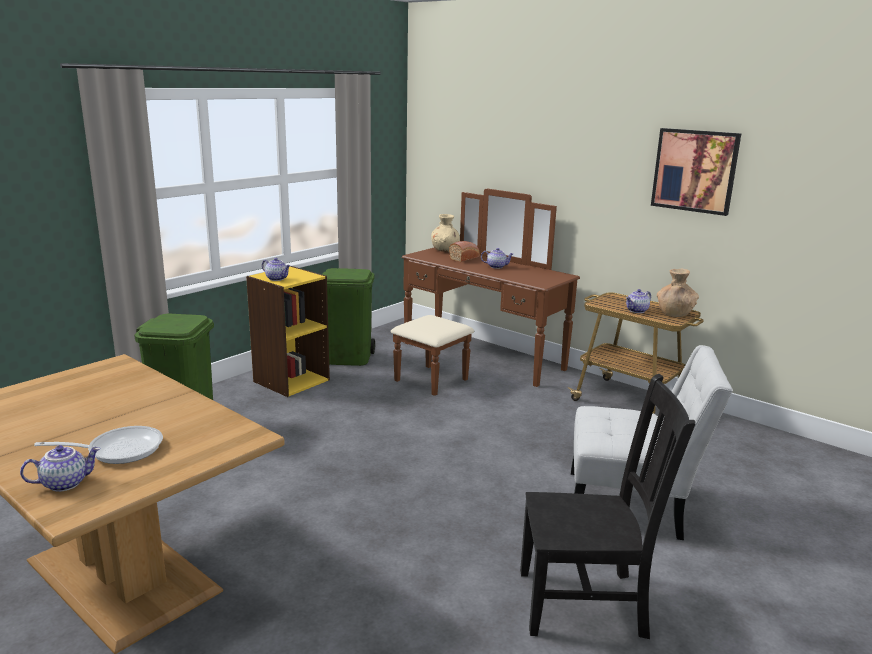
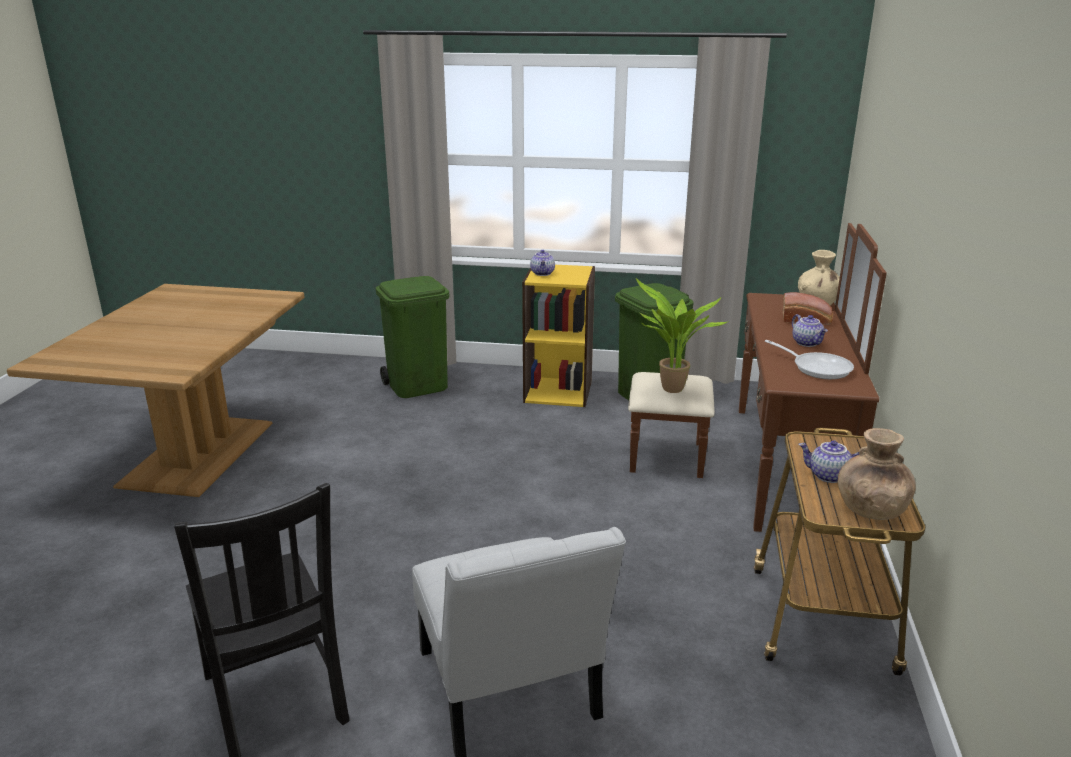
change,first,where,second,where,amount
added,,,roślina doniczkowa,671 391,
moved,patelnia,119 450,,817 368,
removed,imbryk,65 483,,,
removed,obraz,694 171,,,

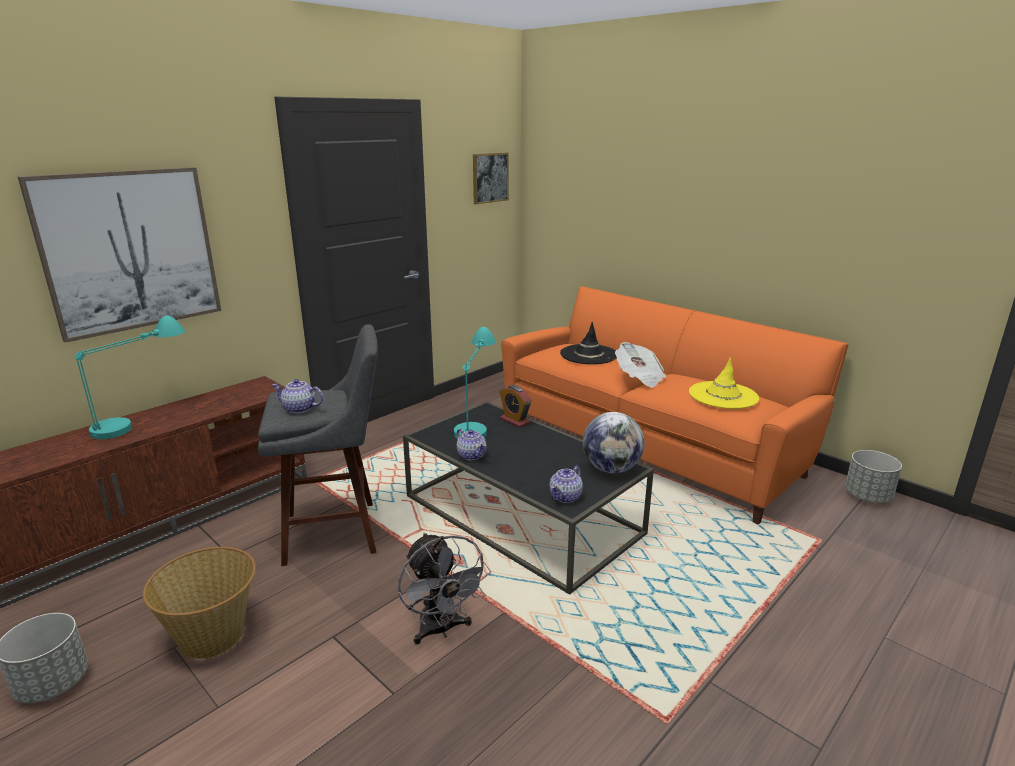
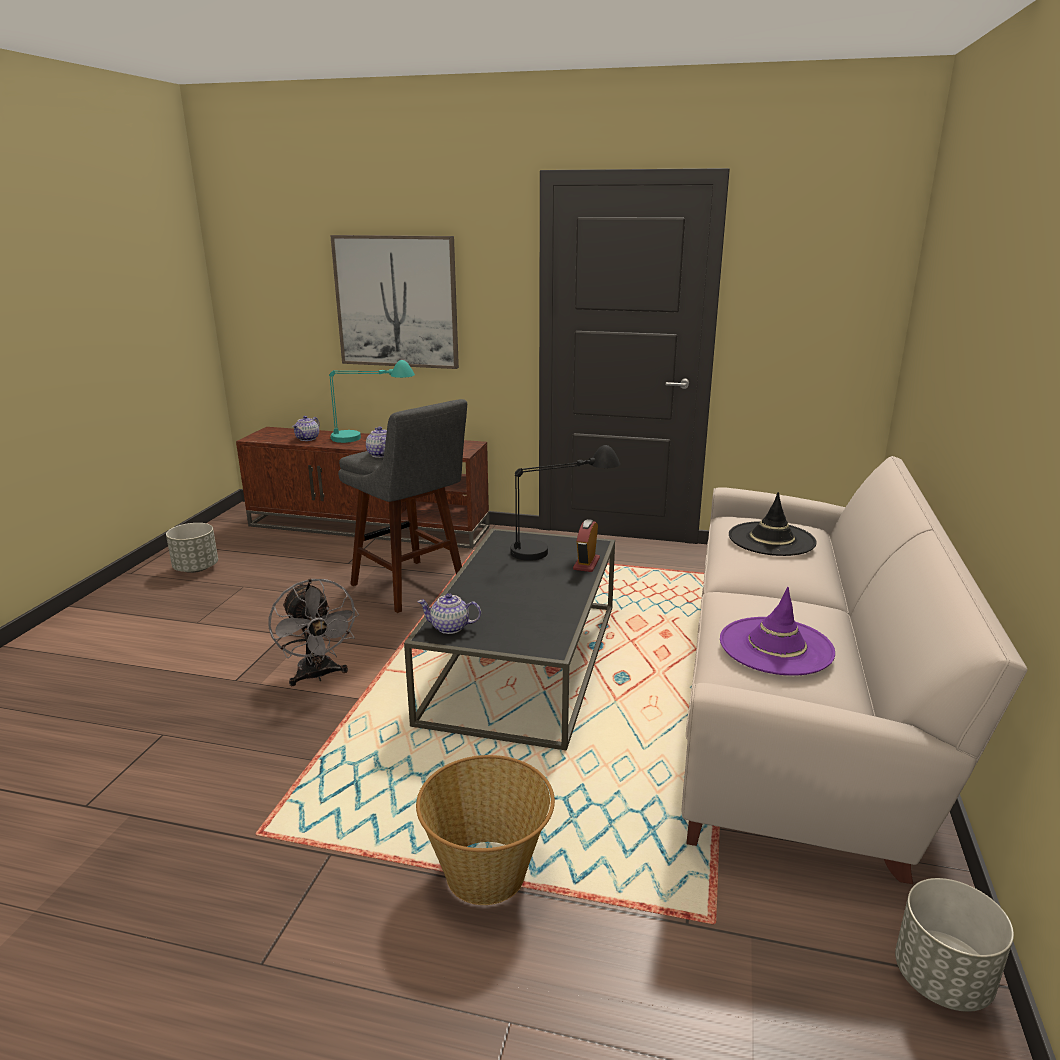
change,first,where,second,where,amount
turned,wentylator [szary],441 630,,318 676,60 degrees counterclockwise
moved,imbryk,471 455,,308 438,
moved,koszyk,213 635,,487 873,
recoloured,lampa stołowa [turkusowy],476 421,lampa stołowa [czarny],560 547,
recoloured,kanapa [pomarańczowy],651 444,kanapa [beżowy],796 705,
recoloured,kapelusz [żółty],723 395,kapelusz [fioletowy],776 646,
removed,obraz,490 178,,,
removed,globus,611 469,,,
removed,gazeta,639 377,,,

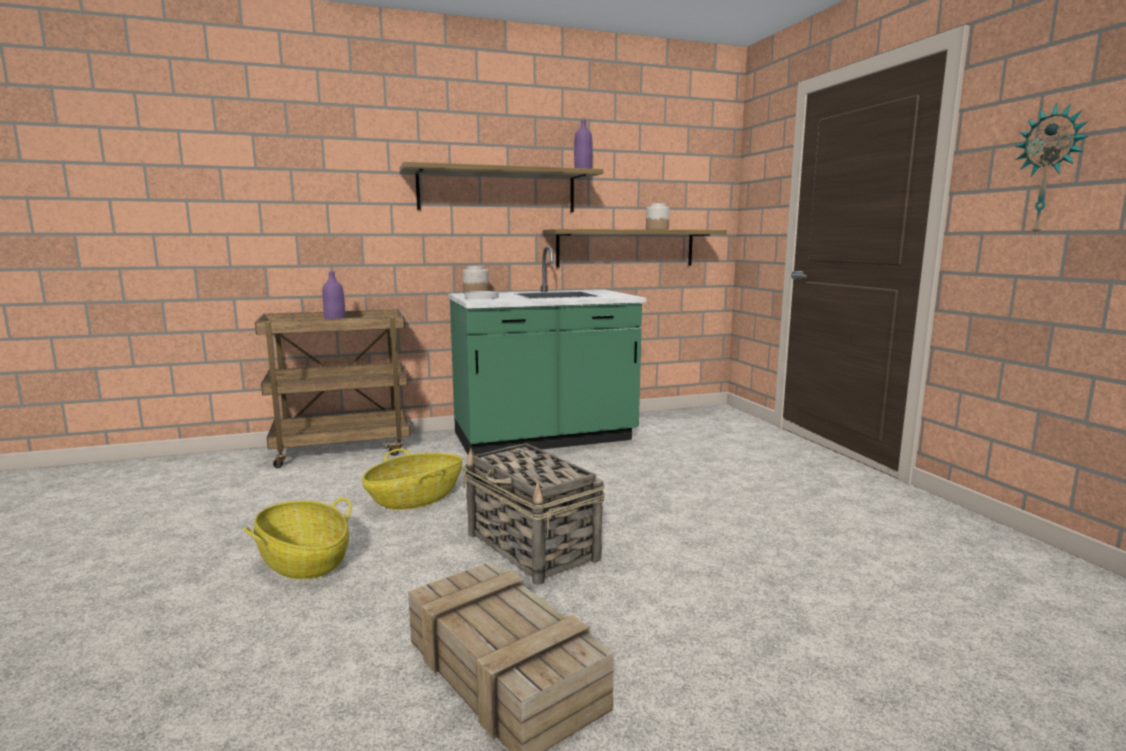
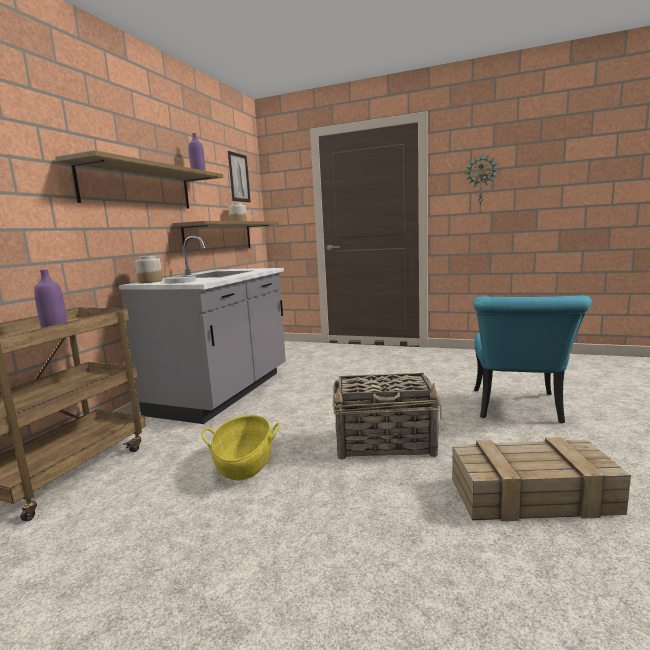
change,first,where,second,where,amount
recoloured,zabudowa kuchenna [zielony],544 438,zabudowa kuchenna [szary],223 392,
added,,,obraz,239 177,
added,,,krzesło [turkusowy],518 410,
removed,koszyk,304 561,,,

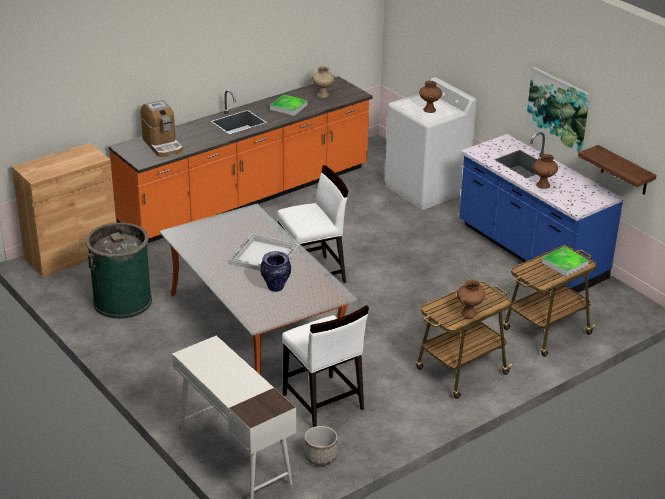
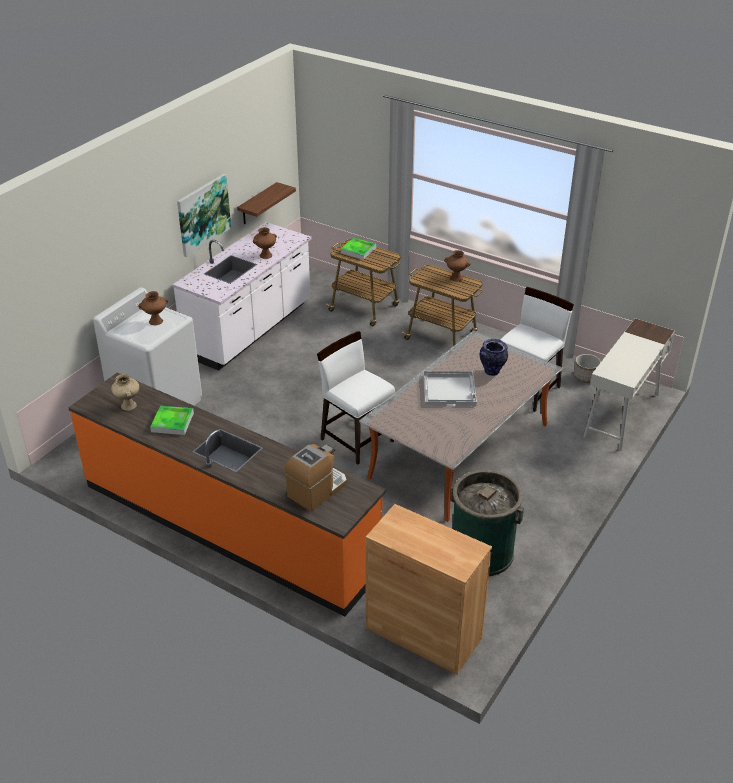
change,first,where,second,where,amount
recoloured,zabudowa kuchenna [niebieski],530 252,zabudowa kuchenna [biały],250 330,

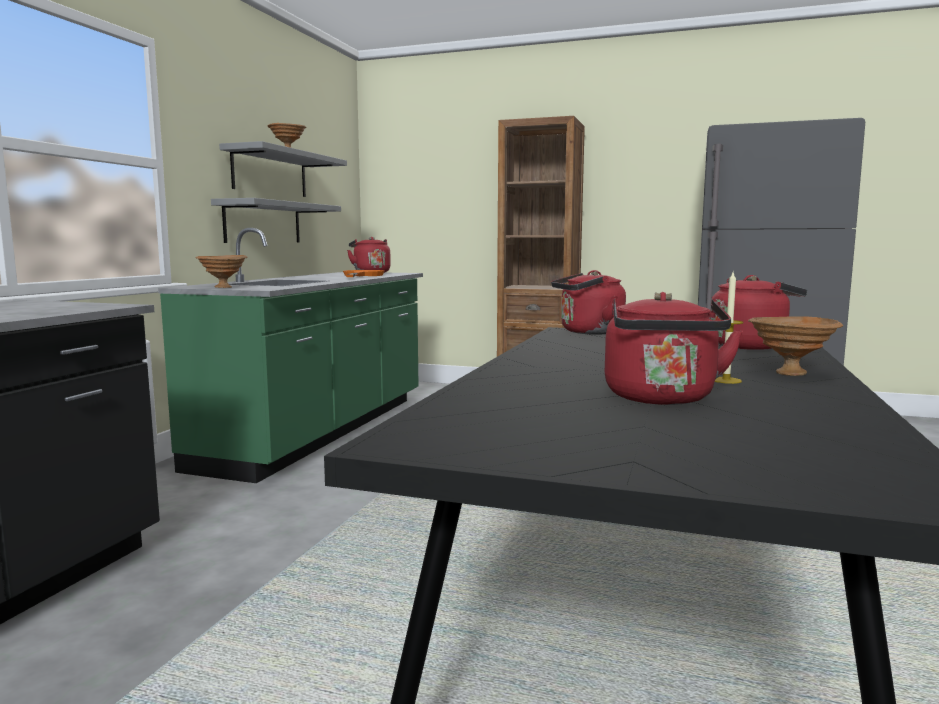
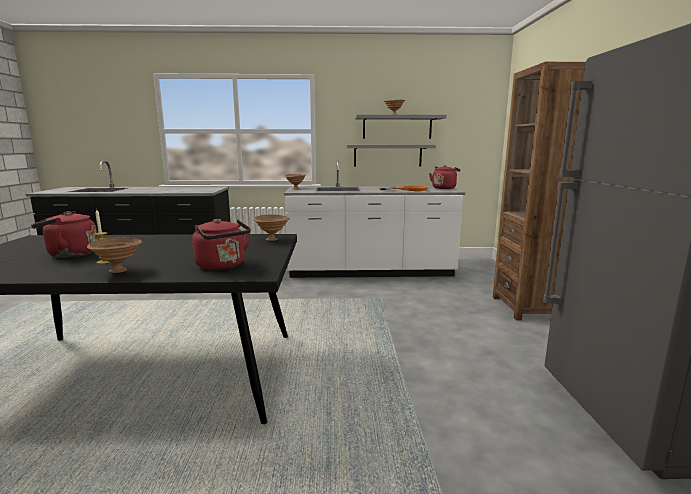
change,first,where,second,where,amount
replaced,czajnik [czerwony],588 332,miska [brązowy],272 239,
recoloured,zabudowa kuchenna [zielony],321 431,zabudowa kuchenna [biały],370 272,

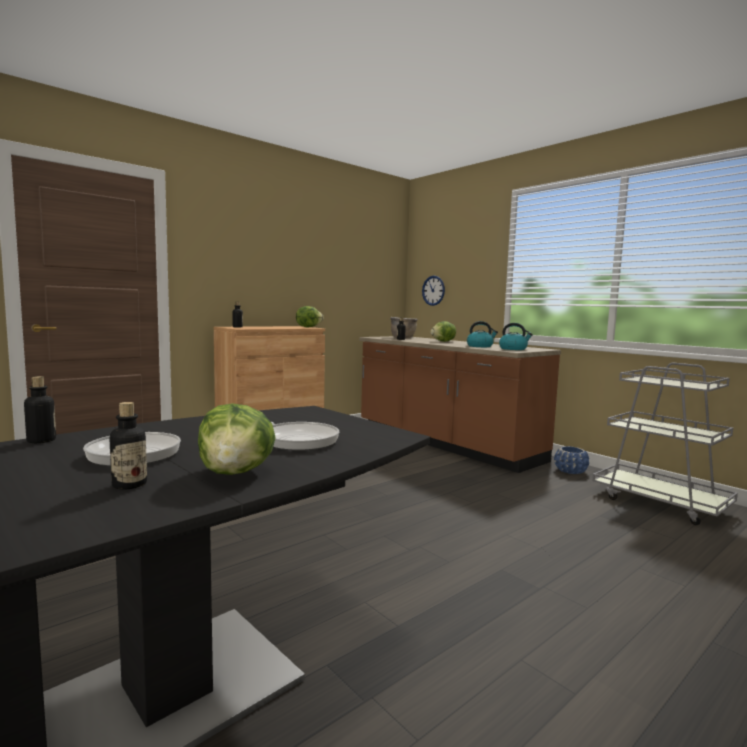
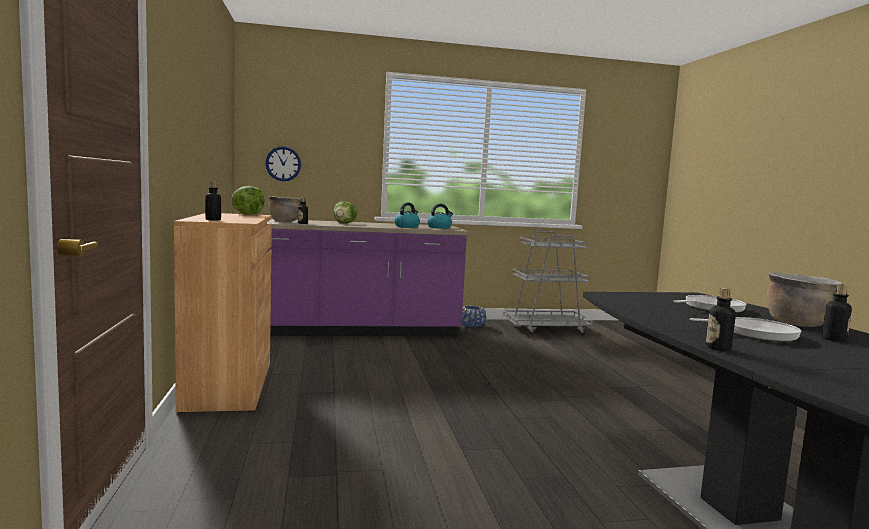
change,first,where,second,where,amount
recoloured,zabudowa kuchenna [brązowy],444 443,zabudowa kuchenna [fioletowy],353 330,
replaced,sałata,236 472,garnek [brązowy],797 323,

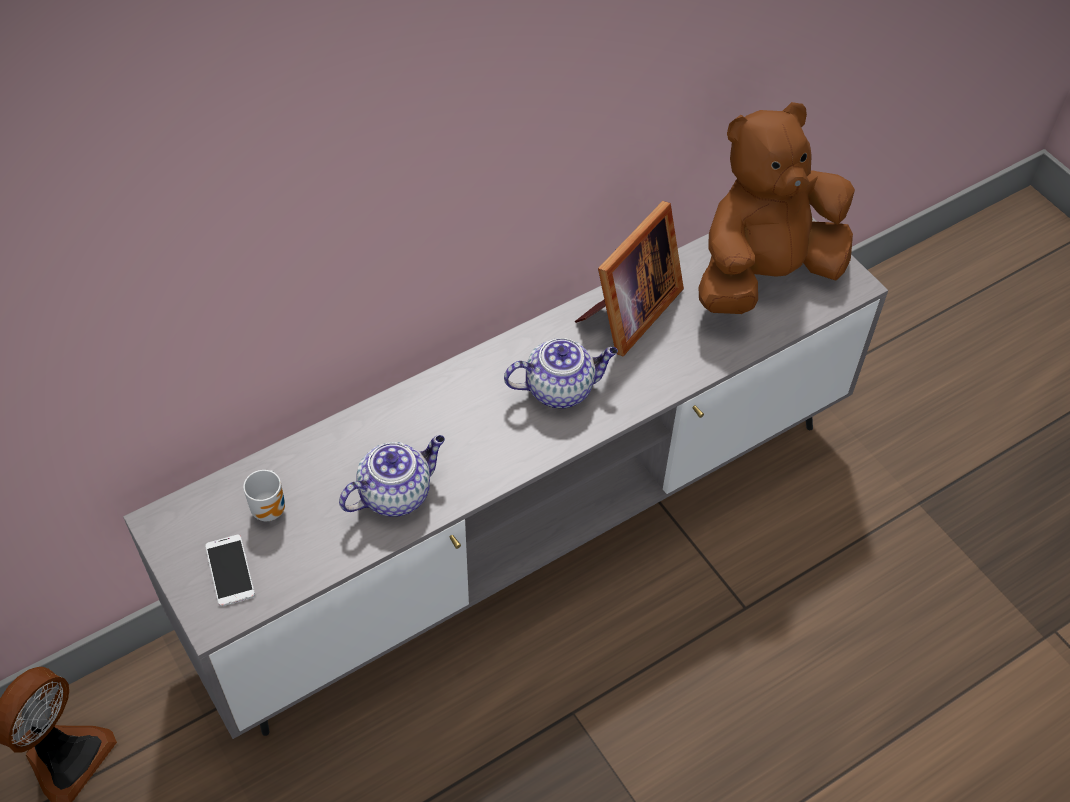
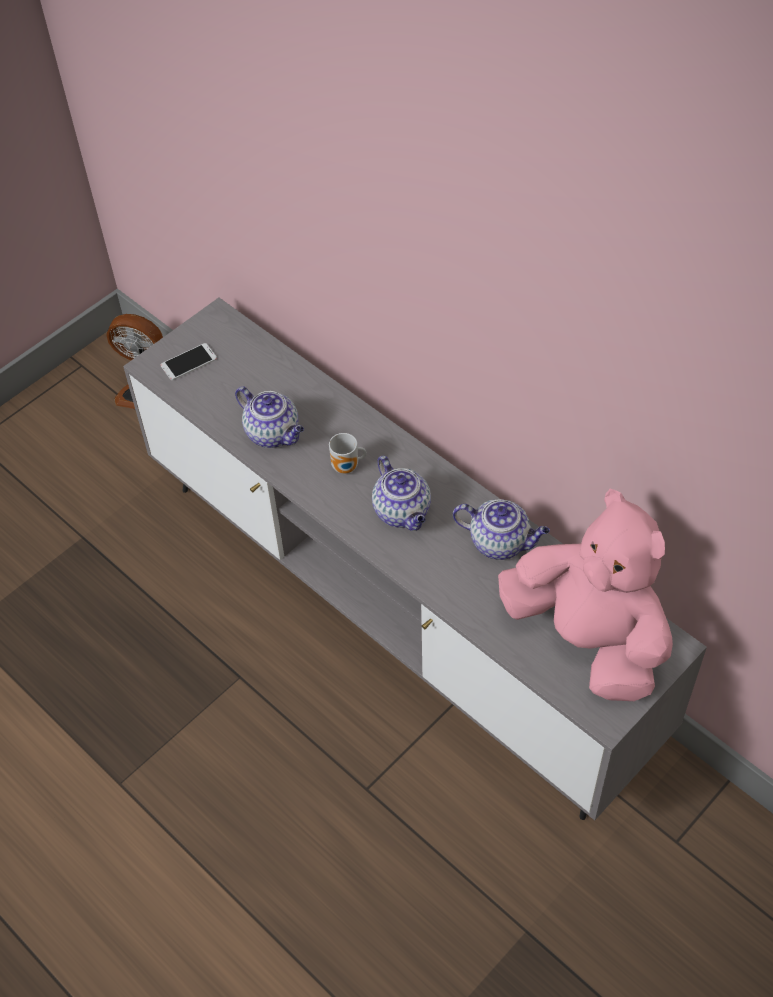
change,first,where,second,where,amount
moved,kubek,271 509,,347 467,
replaced,ramka na zdjęcie,627 313,imbryk,500 542,
recoloured,pluszak [brązowy],763 275,pluszak [różowy],588 639,

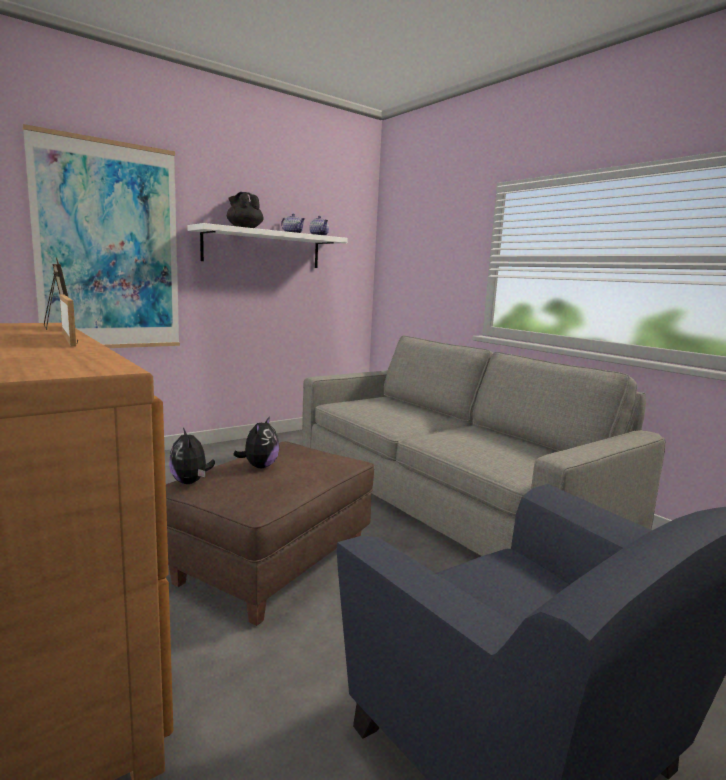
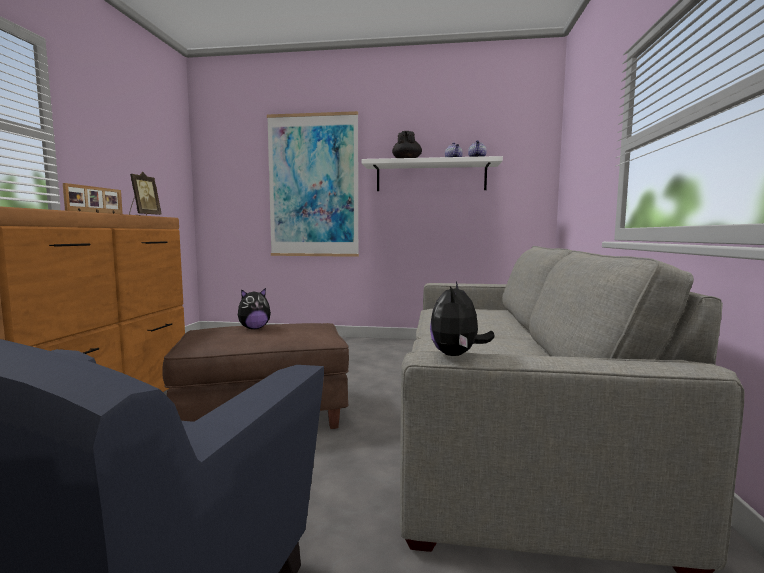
change,first,where,second,where,amount
moved,pluszak,191 482,,457 355,

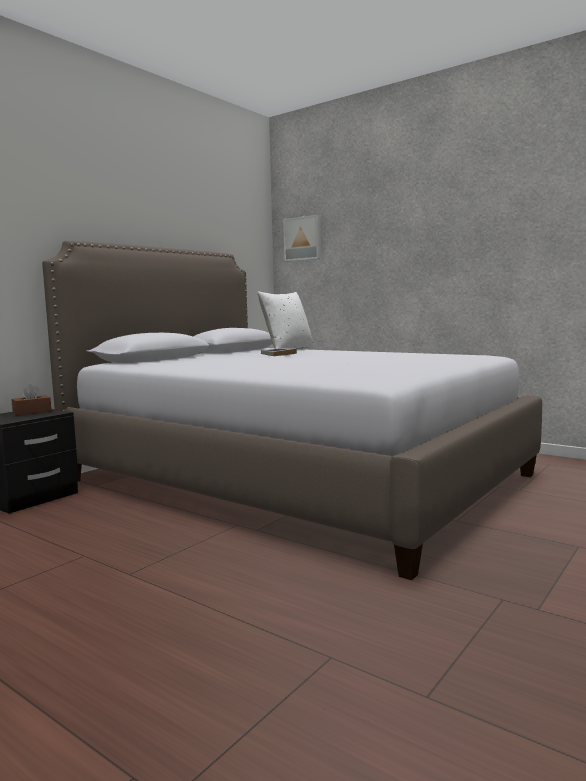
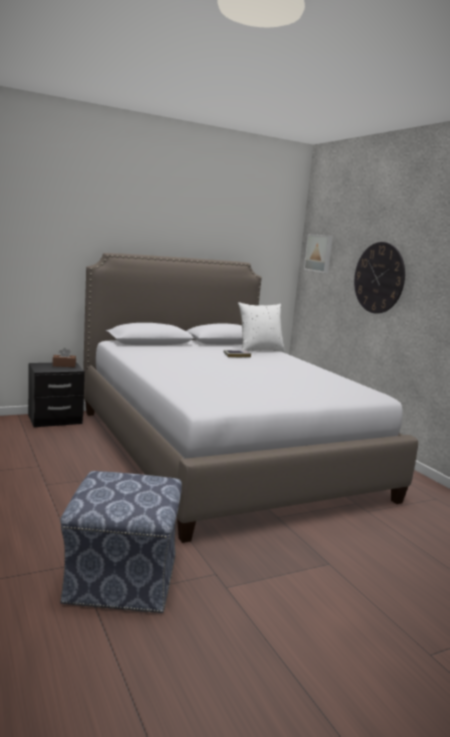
change,first,where,second,where,amount
added,,,pufa,122 580,
added,,,zegar ścienny,379 278,

